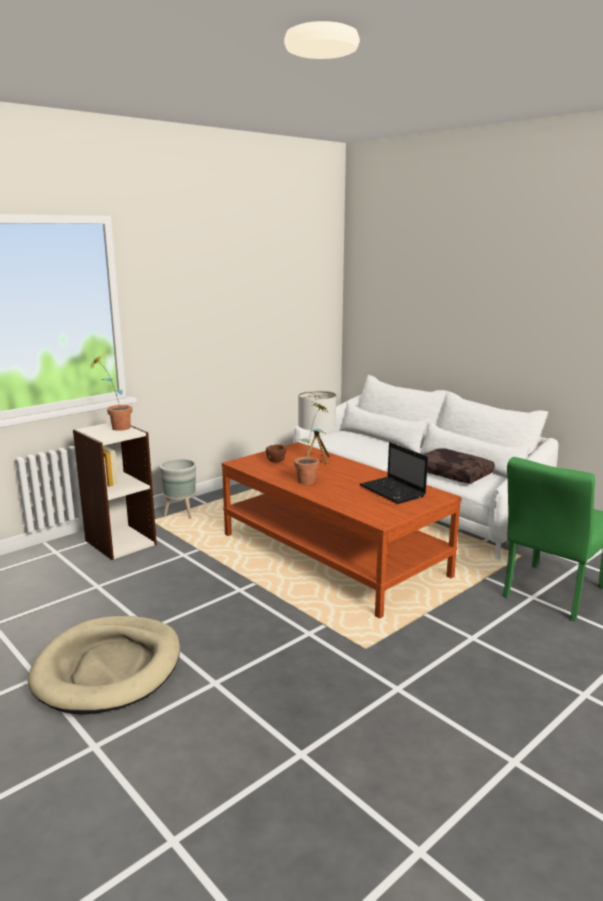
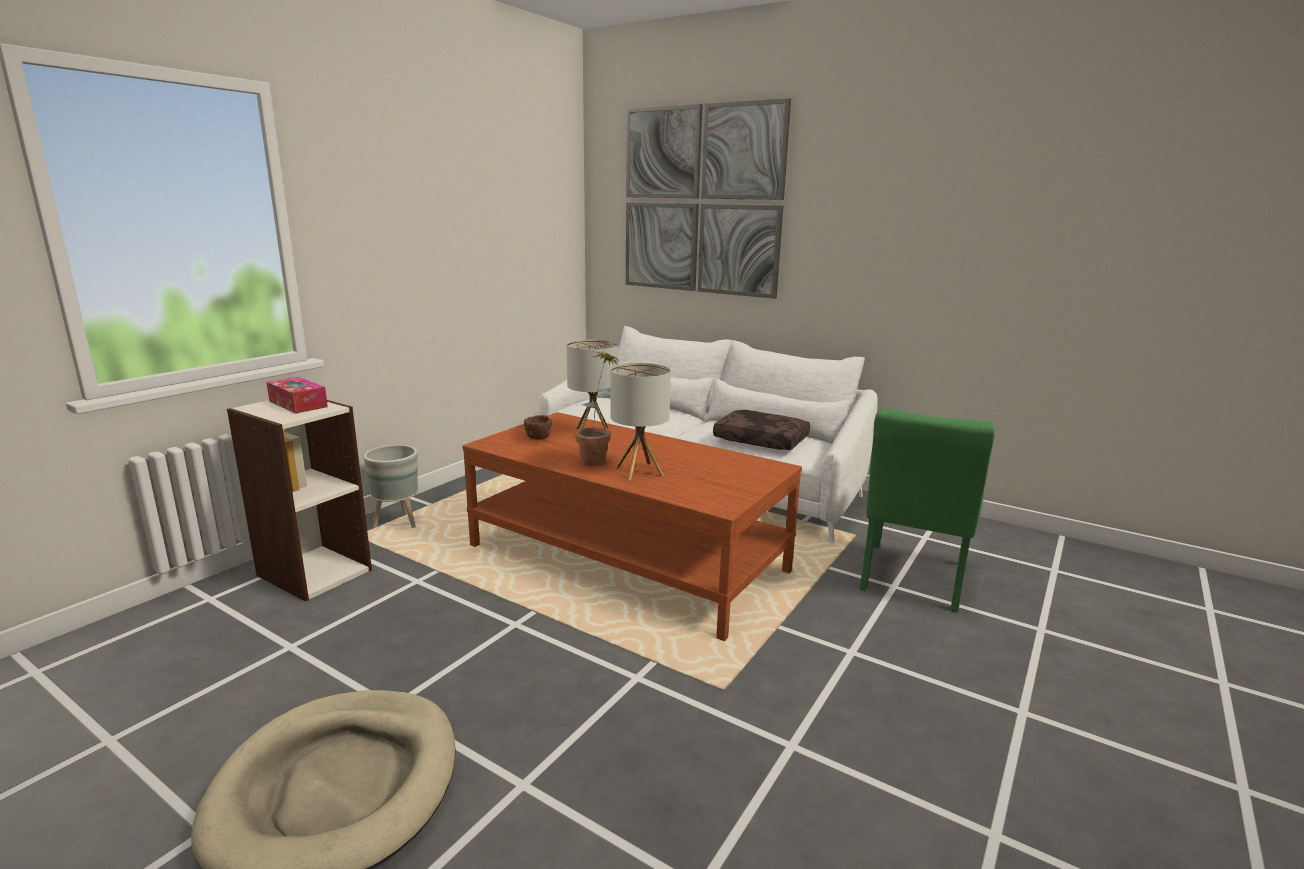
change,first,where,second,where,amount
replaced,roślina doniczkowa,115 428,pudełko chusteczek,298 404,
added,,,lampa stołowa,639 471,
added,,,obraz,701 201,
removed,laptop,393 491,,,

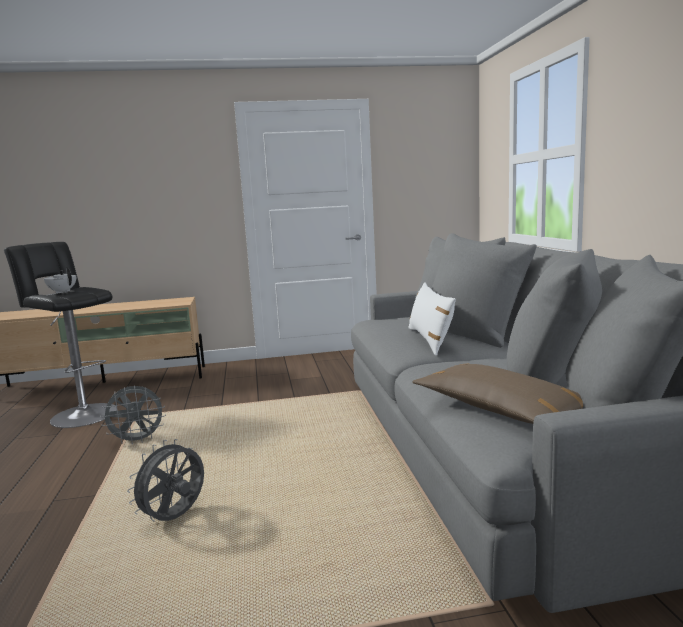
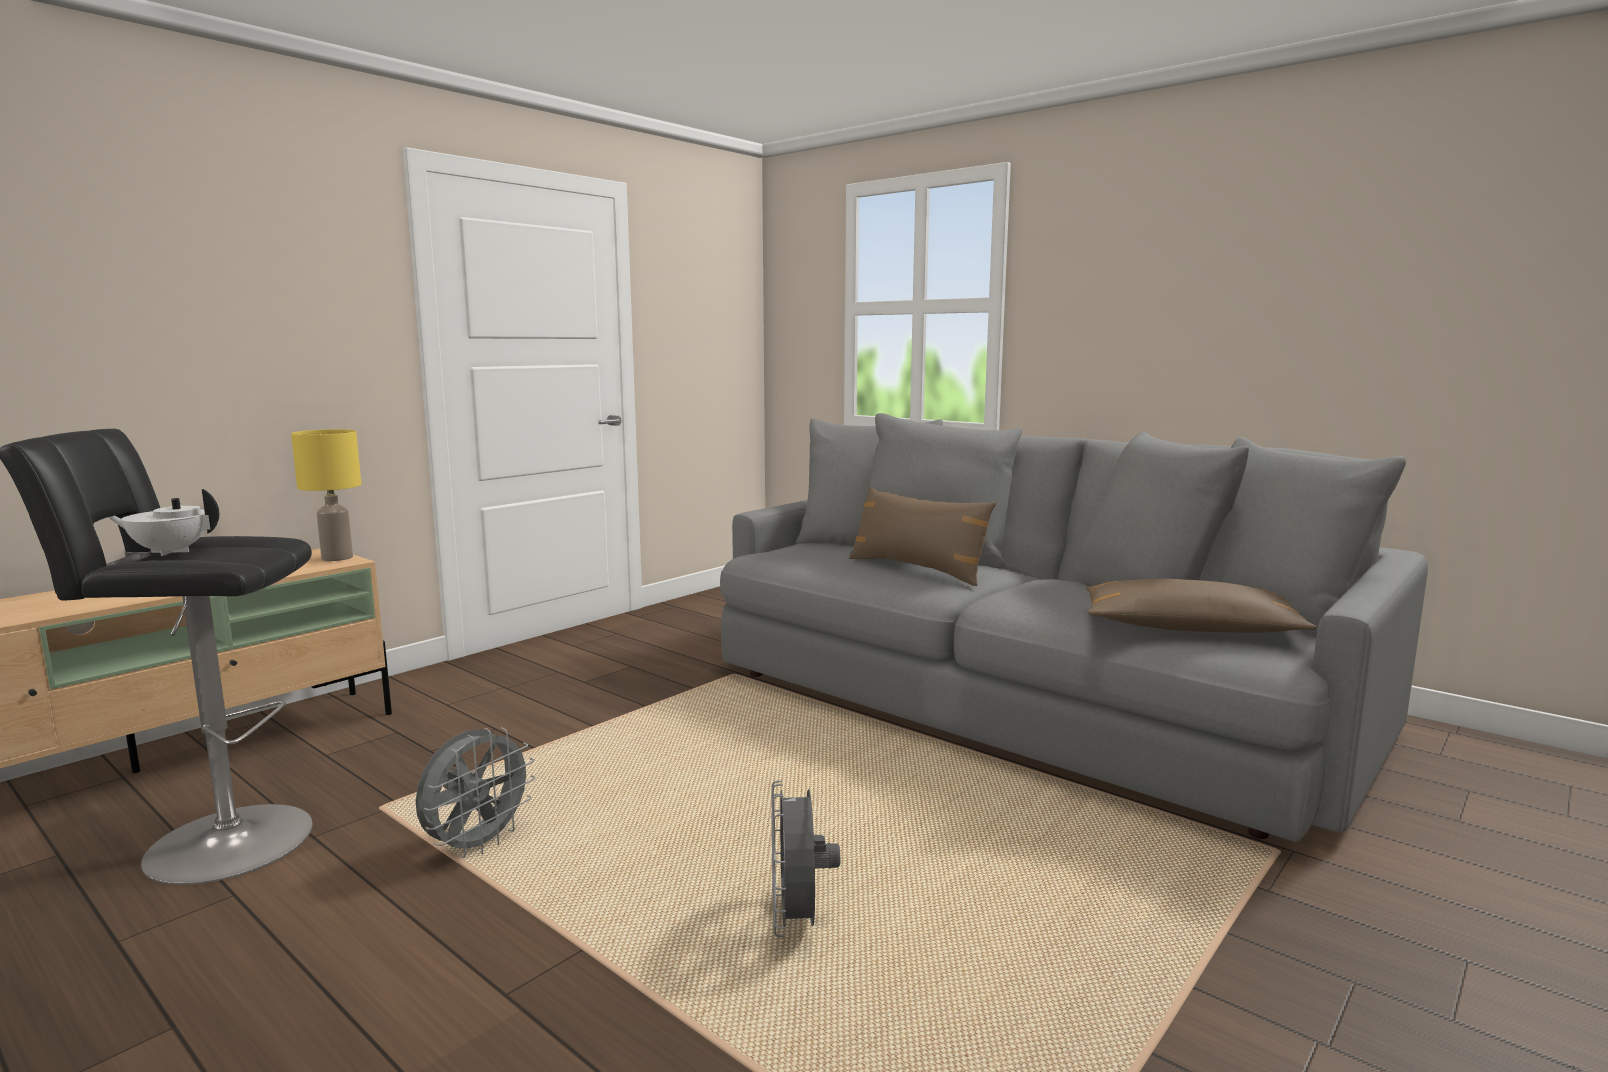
change,first,where,second,where,amount
added,,,lampa stołowa [żółty],336 558,
recoloured,poduszka [biały],430 340,poduszka [brązowy],917 569,

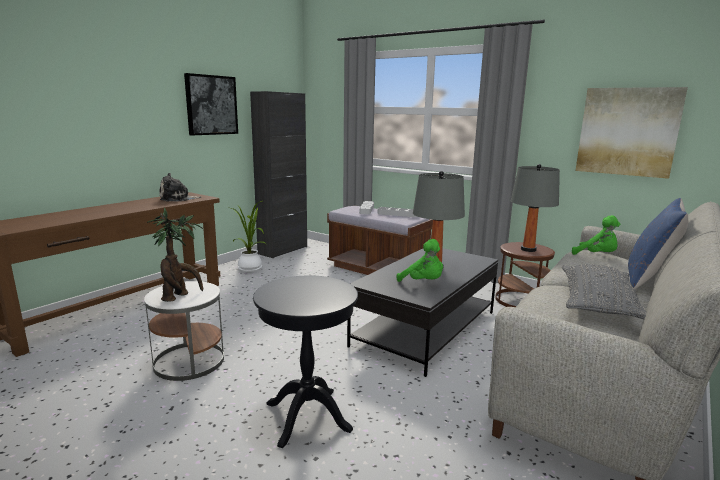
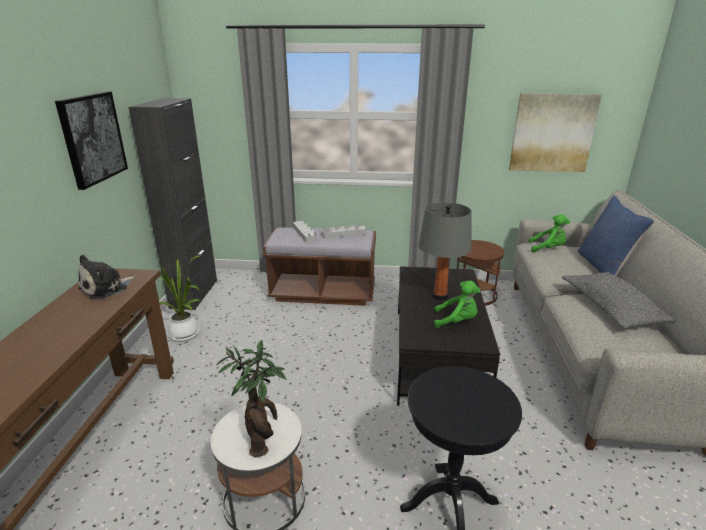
change,first,where,second,where,amount
removed,lampa stołowa [szary],528 249,,,

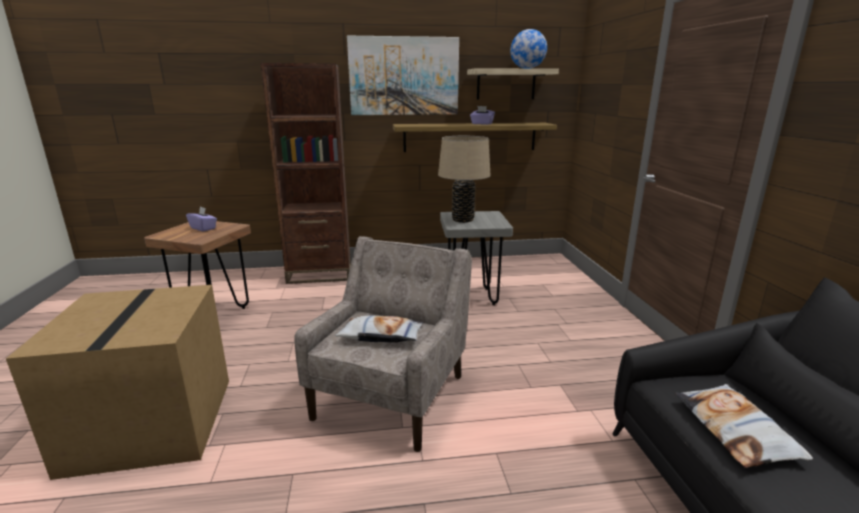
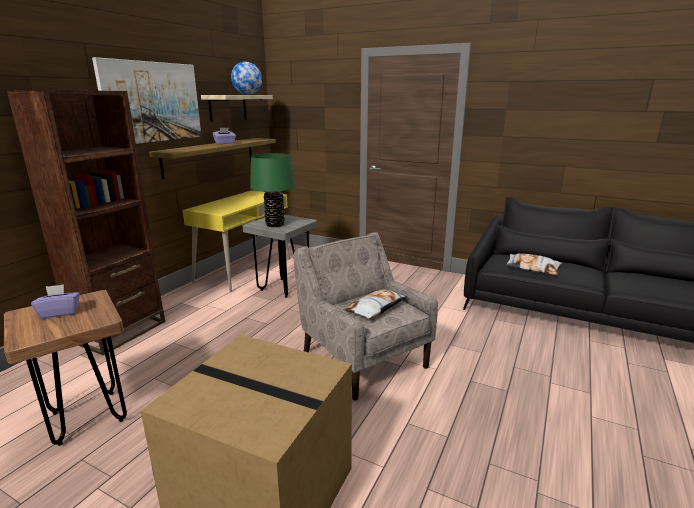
change,first,where,second,where,amount
added,,,biurko [żółty],244 269,
recoloured,lampa stołowa [beżowy],463 220,lampa stołowa [zielony],275 225,

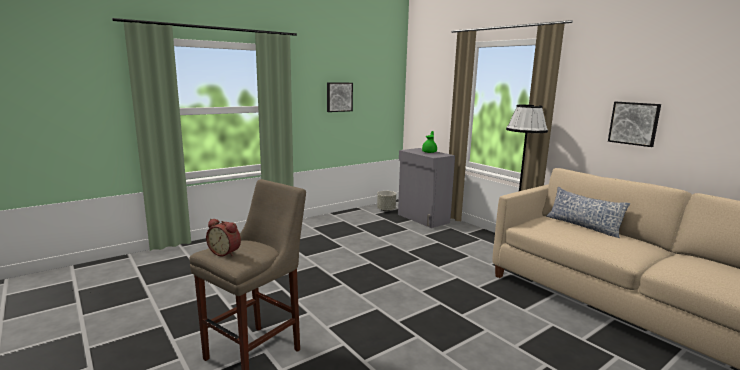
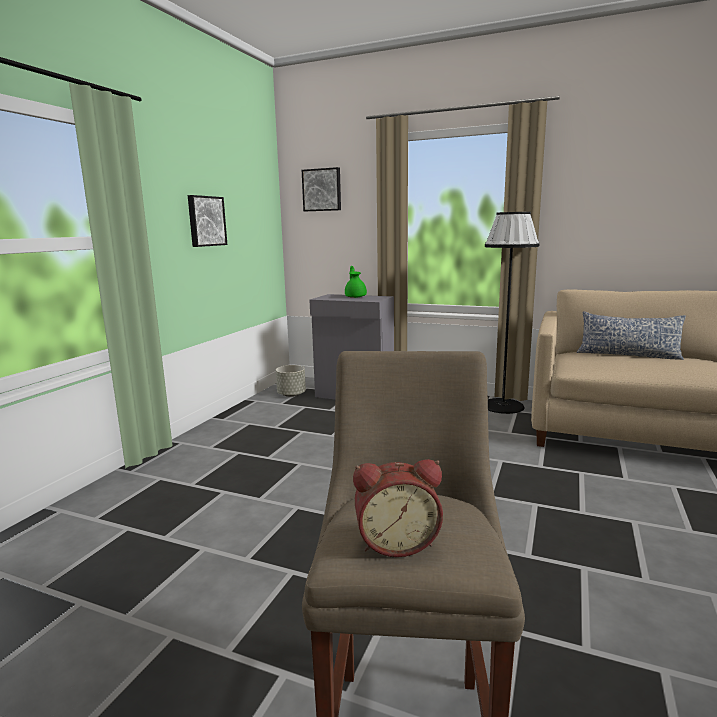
change,first,where,second,where,amount
moved,obraz,634 123,,322 190,

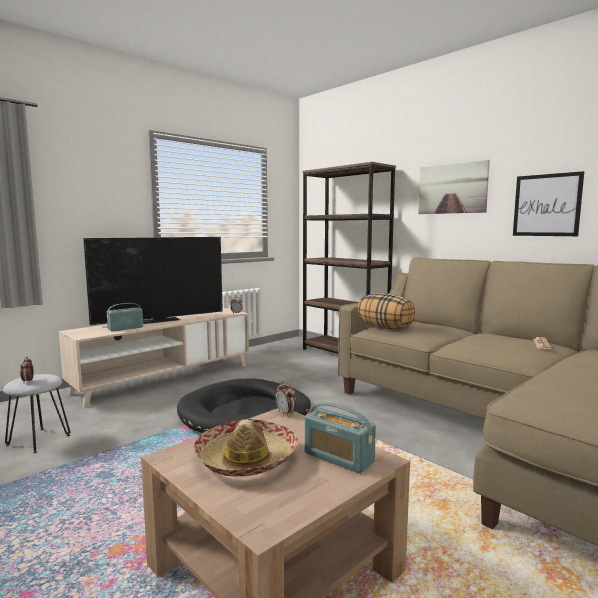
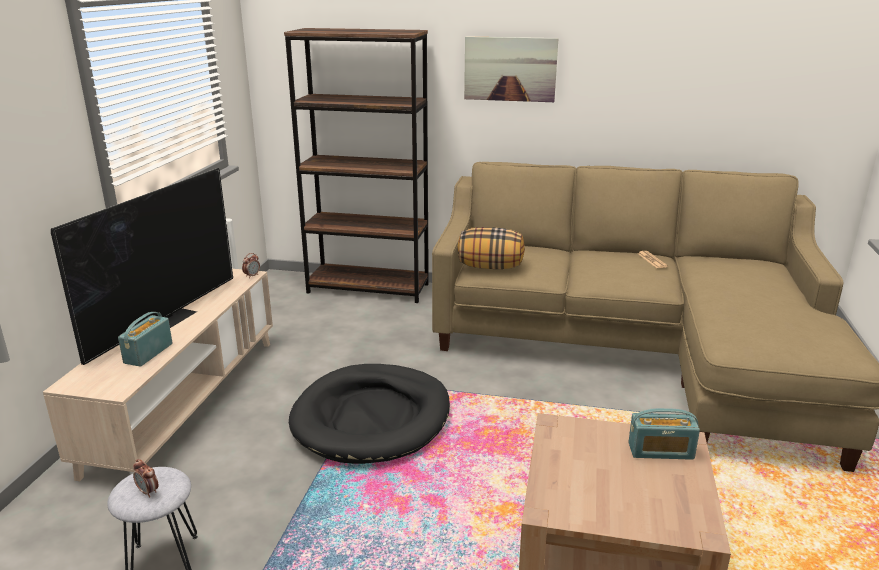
change,first,where,second,where,amount
removed,kapelusz,246 458,,,
removed,budzik,286 413,,,
removed,obraz,546 205,,,

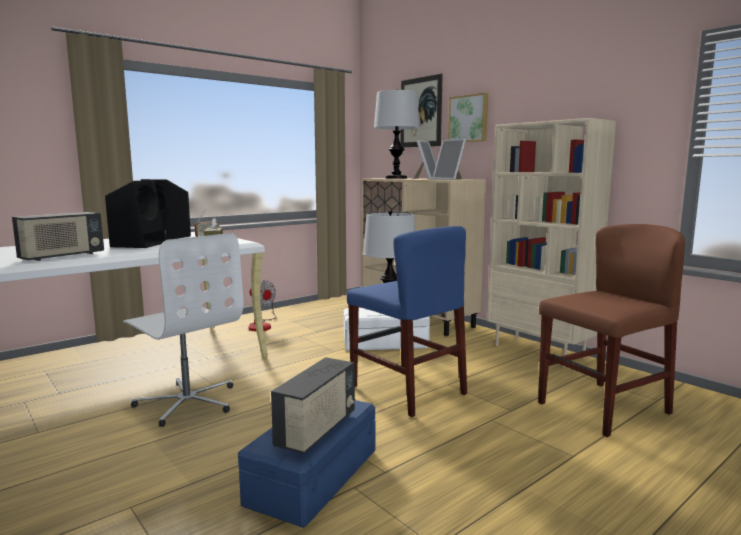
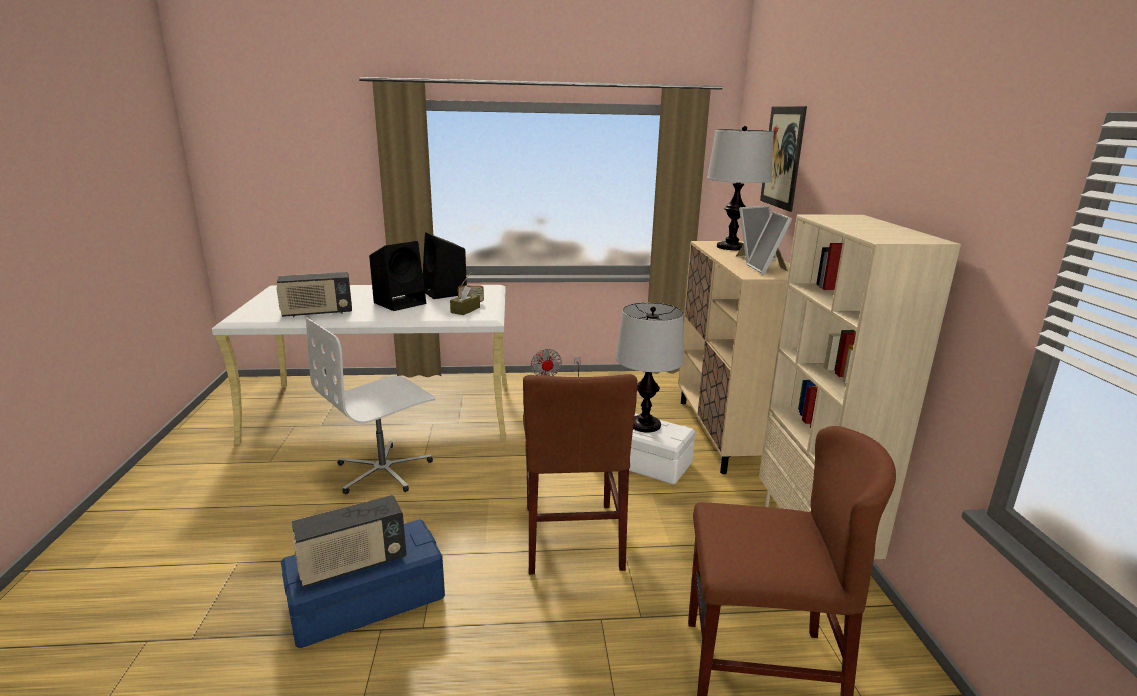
change,first,where,second,where,amount
turned,krzesło biurowe [biały],187 402,,384 471,60 degrees clockwise
recoloured,krzesło [niebieski],407 390,krzesło [brązowy],572 536,
removed,obraz,469 118,,,

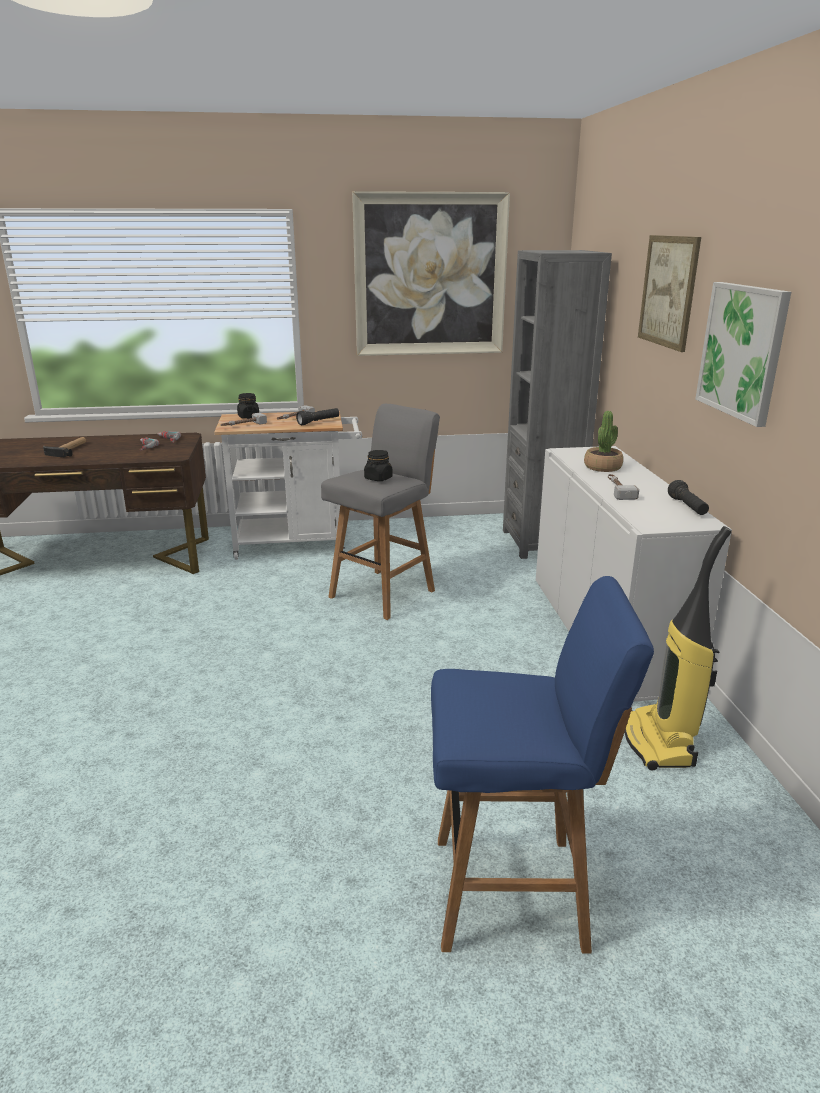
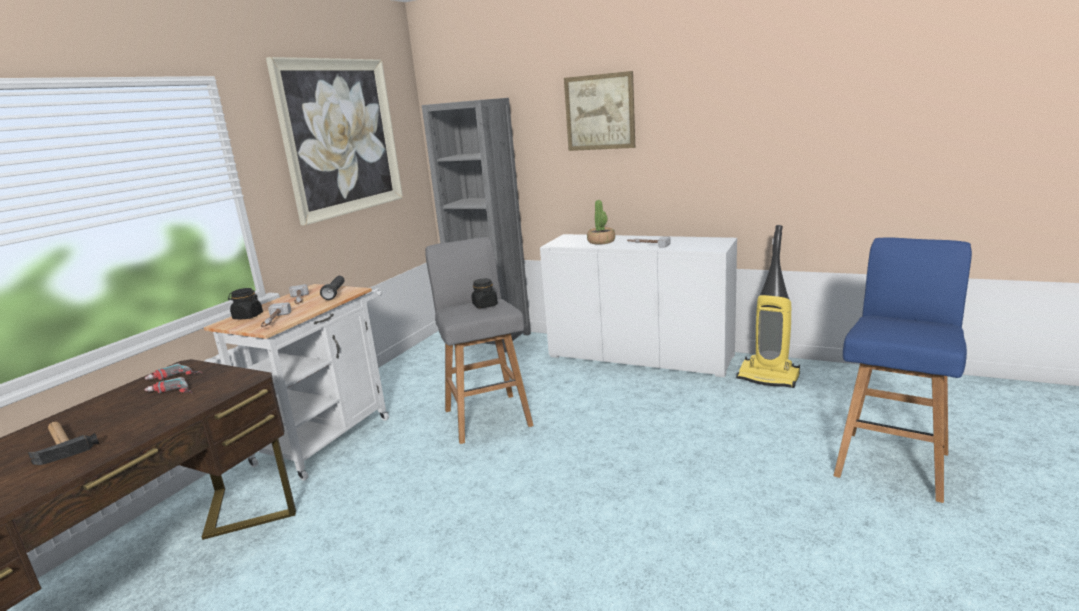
change,first,where,second,where,amount
removed,latarka [czarny],687 507,,,
removed,obraz,742 351,,,

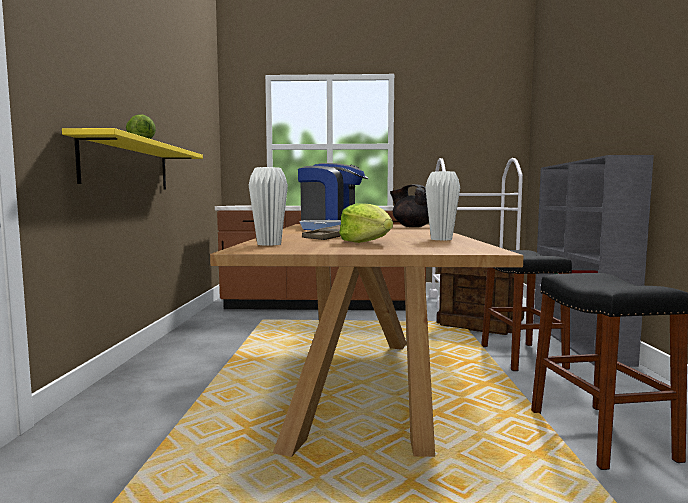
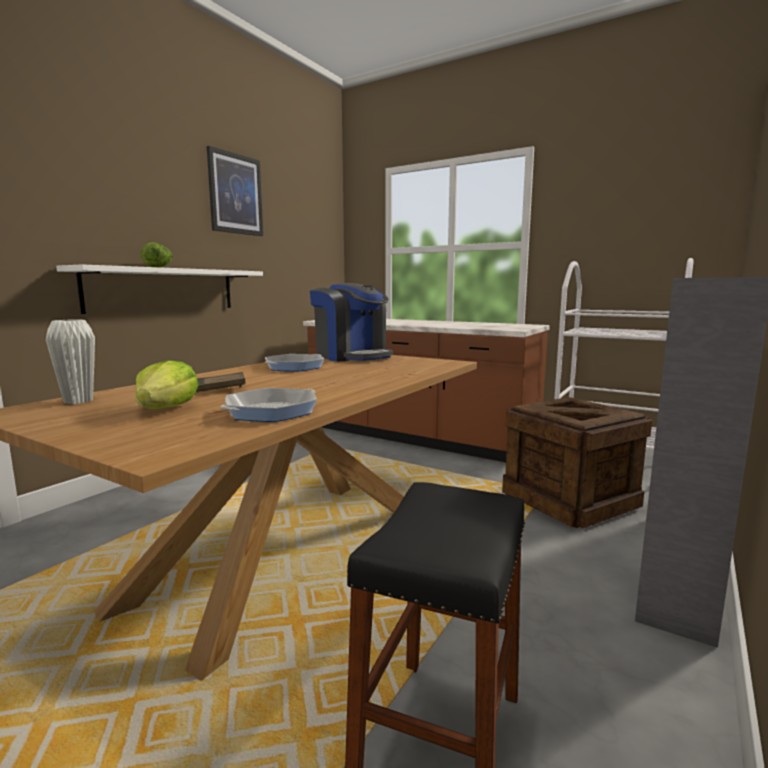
change,first,where,second,where,amount
recoloured,półka [żółty],127 165,półka [biały],164 290,
added,,,obraz,235 194,
replaced,wazon [biały],441 239,patelnia,271 411,
removed,imbryk [czarny],412 226,,,
removed,stołek [czarny],522 356,,,

